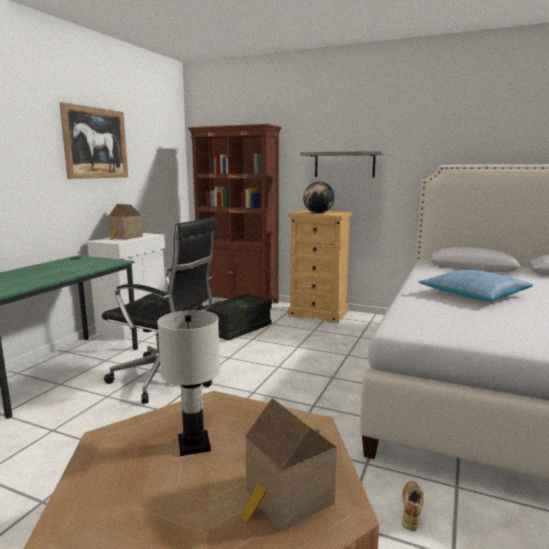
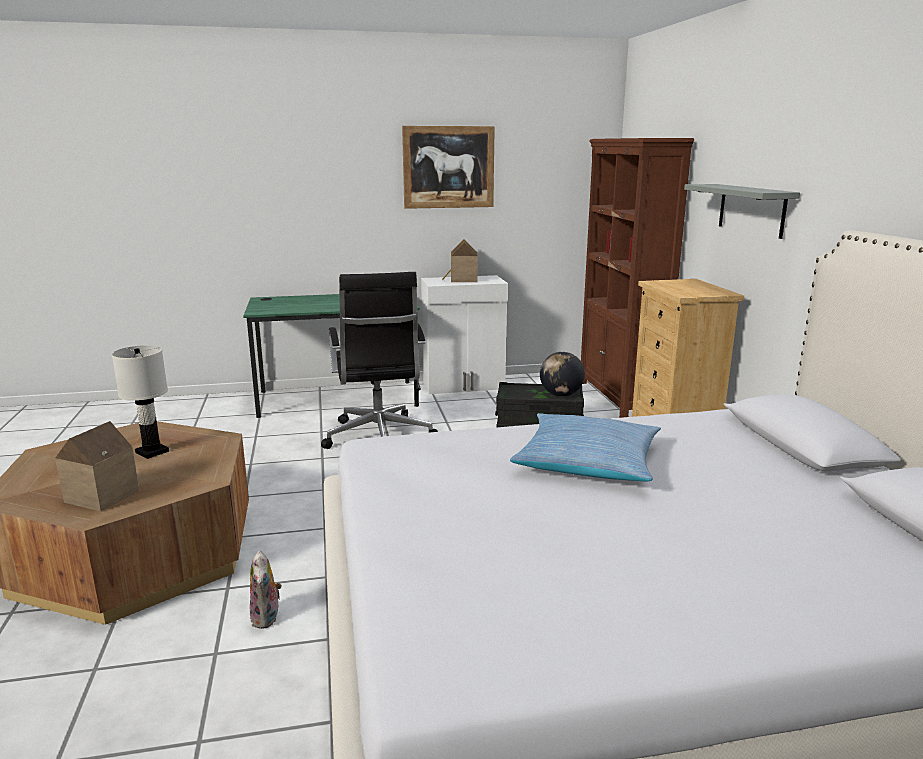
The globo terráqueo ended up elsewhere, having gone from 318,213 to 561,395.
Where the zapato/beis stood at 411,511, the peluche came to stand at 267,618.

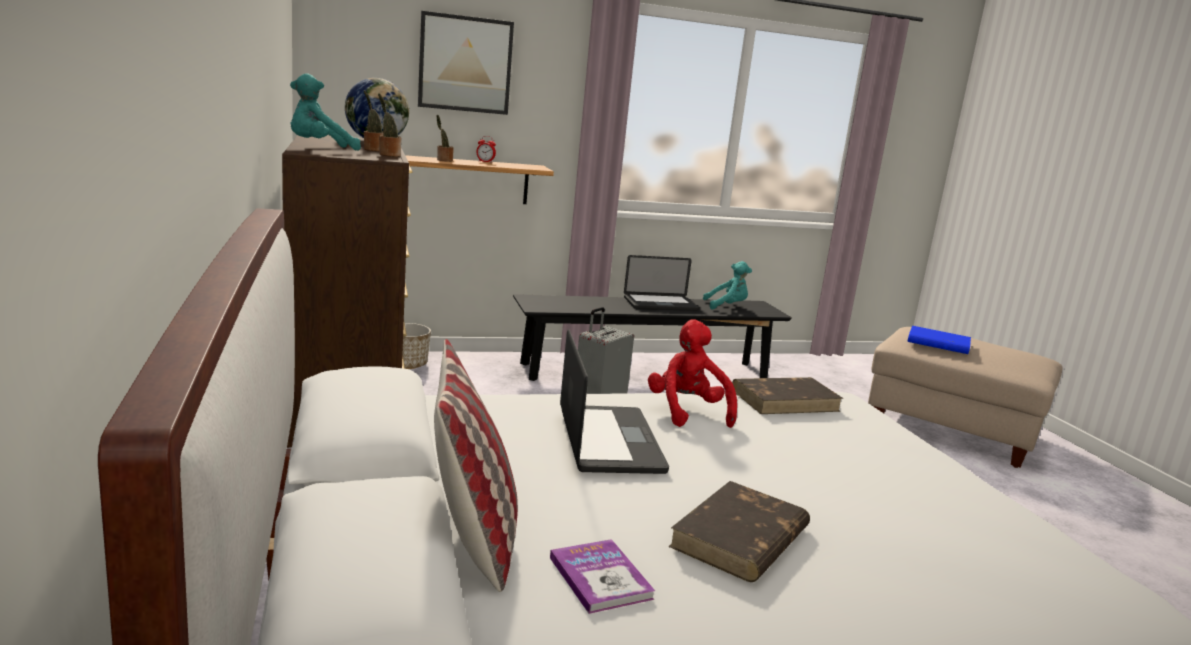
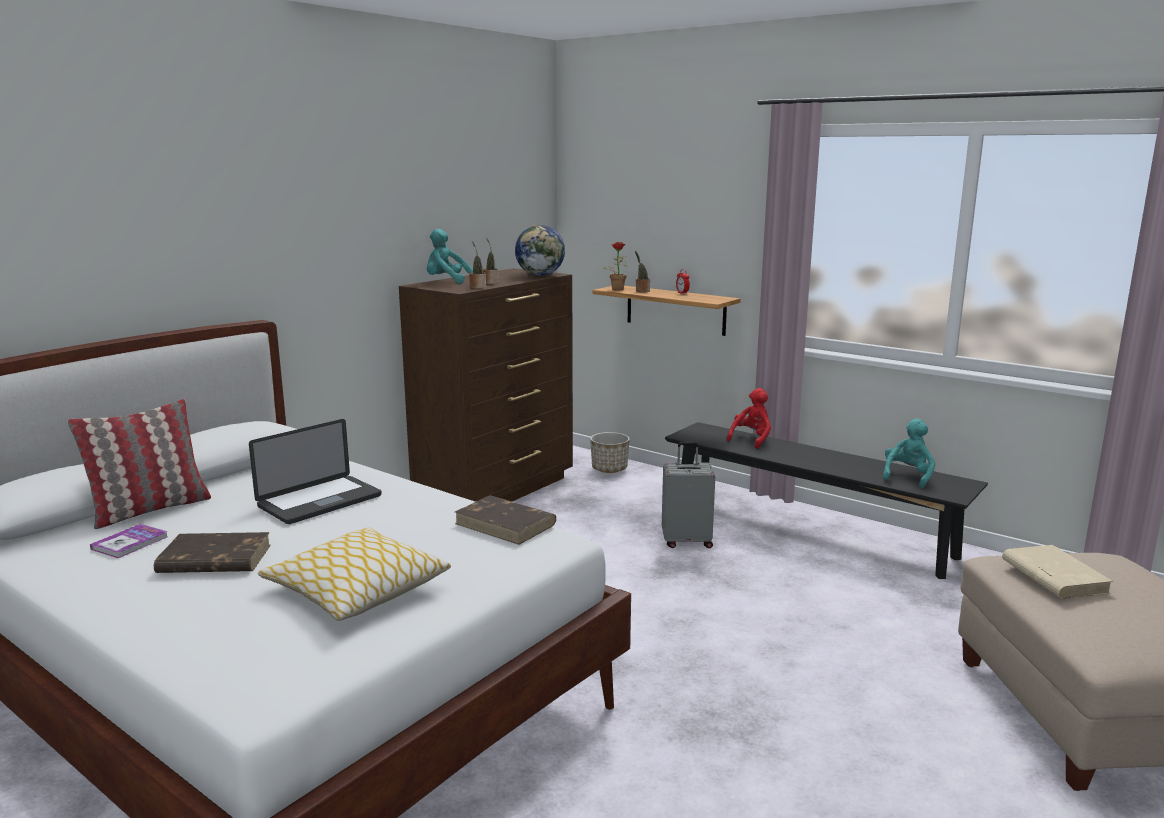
The second view lost the cuadro at 465,64.
The second view lost the portátil at 660,304.
The second view gained the cojín at 356,590.
The second view gained the planta en maceta at 617,289.
The peluche/rojo ended up elsewhere, having gone from 687,412 to 751,439.
What was the libro/azul at 937,344 turned into the libro/beis at 1053,576.
The peluche/turquesa at 727,306 ended up facing another way, 105 degrees counterclockwise from before.

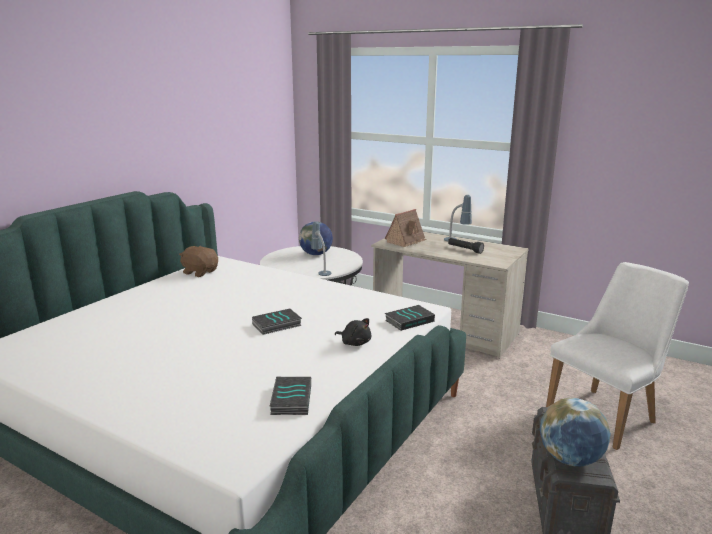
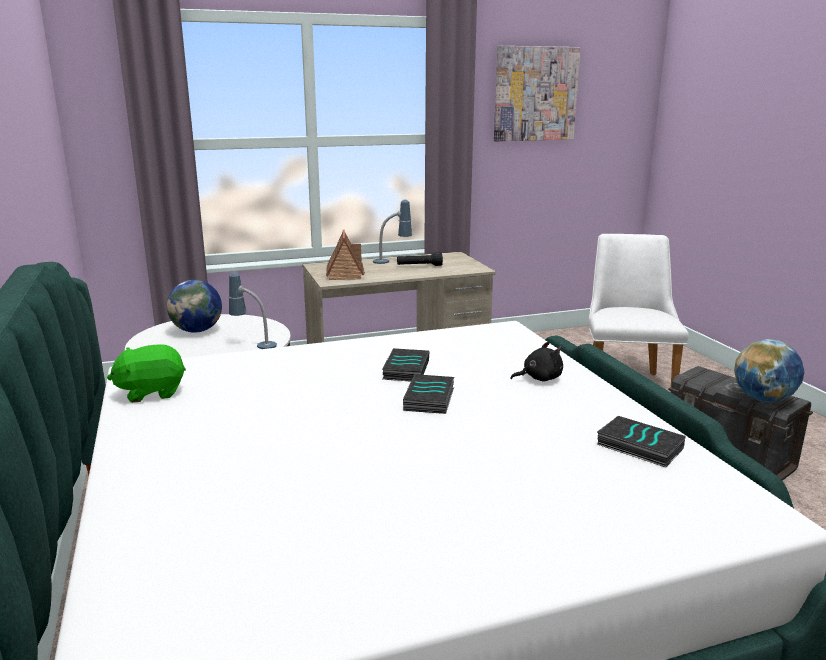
The second view gained the cuadro at 535,94.
The libro ended up elsewhere, having gone from 409,320 to 405,369.
What was the peluche/marrón at 200,272 turned into the peluche/verde at 151,392.

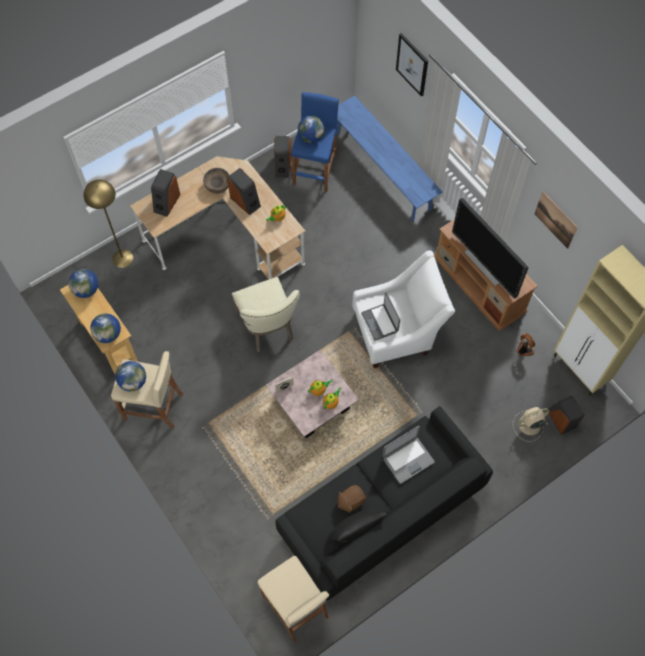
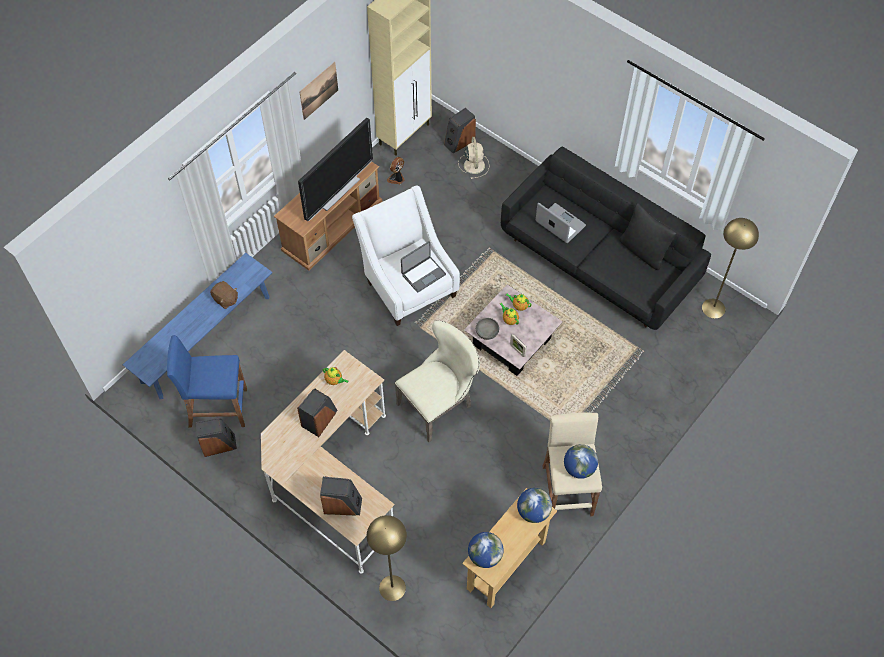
The second view lost the cuenco/marrón at 217,185.
The second view lost the globo terráqueo at 311,137.
The second view lost the cuadro at 412,64.
The second view gained the cuenco/gris at 487,332.
The peluche/marrón ended up elsewhere, having gone from 350,501 to 225,299.
Where the taburete/beis stood at 295,606, the lámpara de pie/amarillo came to stand at 713,308.
The ventilador/beis at 528,425 ended up facing another way, 150 degrees counterclockwise from before.

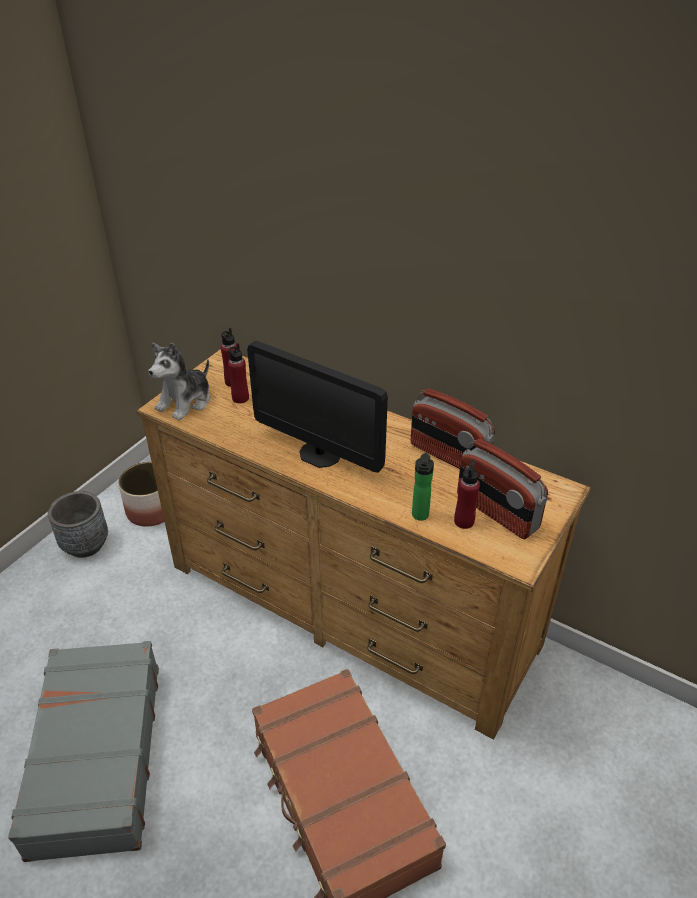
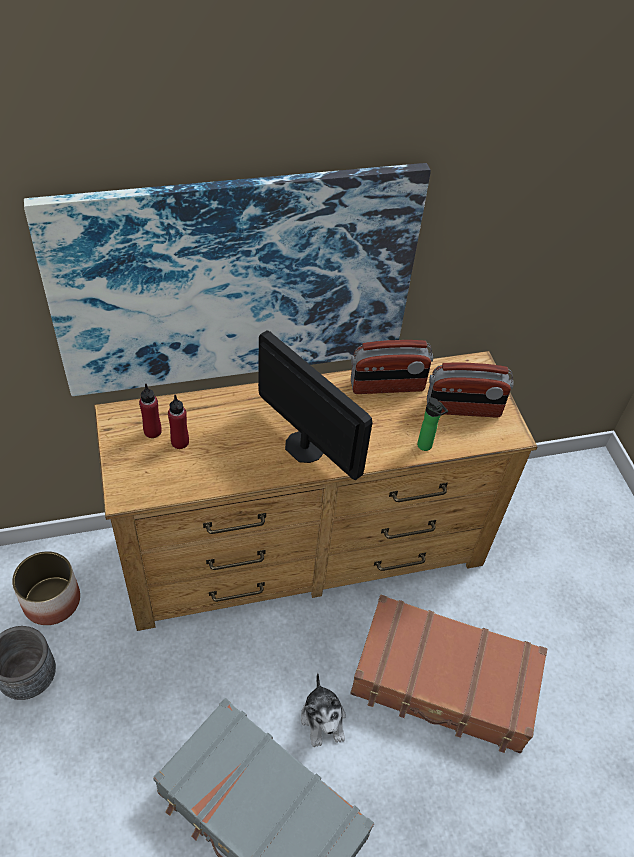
The second view lost the botella/rojo at 464,521.
The second view gained the cuadro at 236,282.
The peluche ended up elsewhere, having gone from 185,402 to 323,719.
The monitor at 320,454 ended up facing another way, 120 degrees counterclockwise from before.

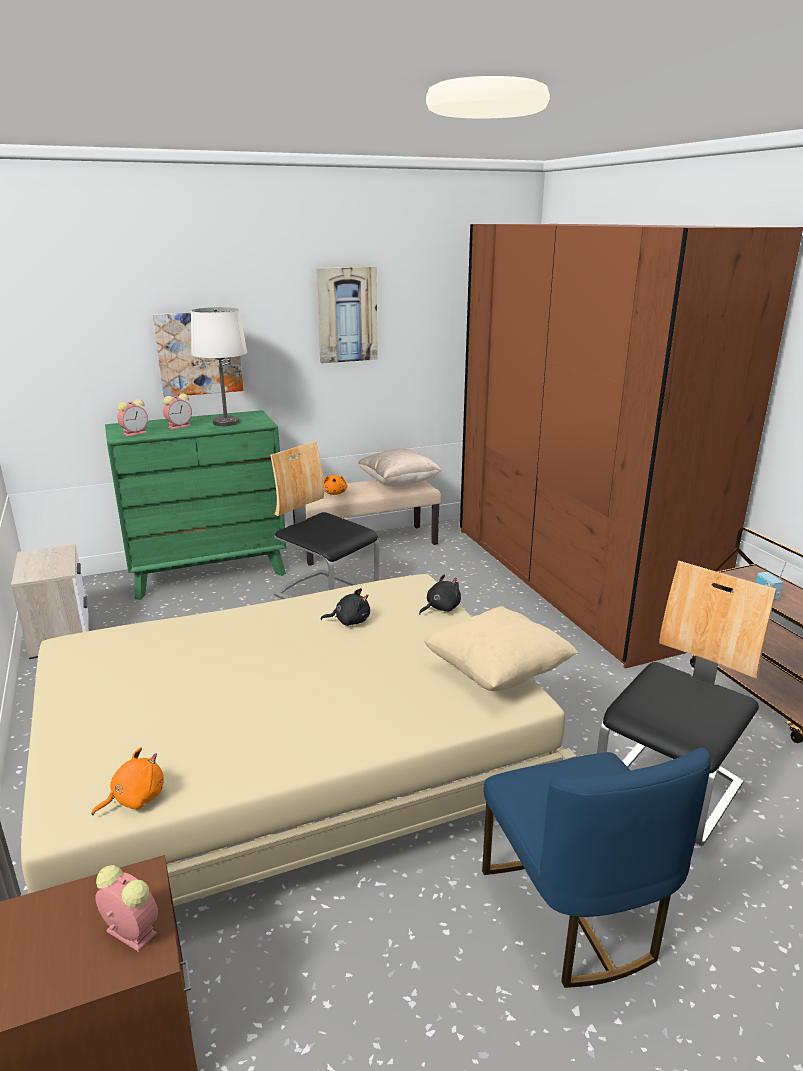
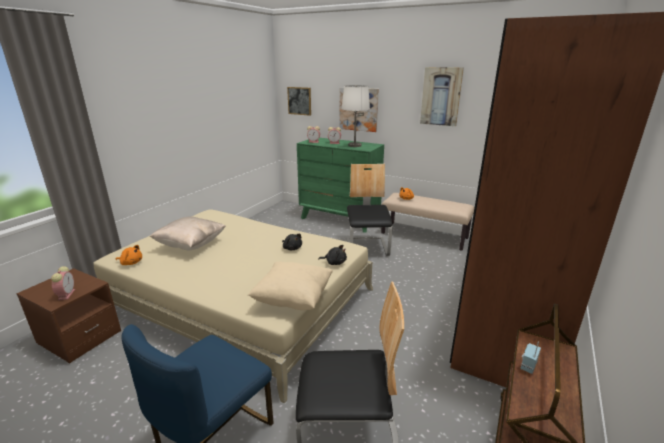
The second view lost the mesita de noche at 60,634.
The second view gained the cuadro at 299,101.
The cojín/beis ended up elsewhere, having gone from 398,483 to 191,245.

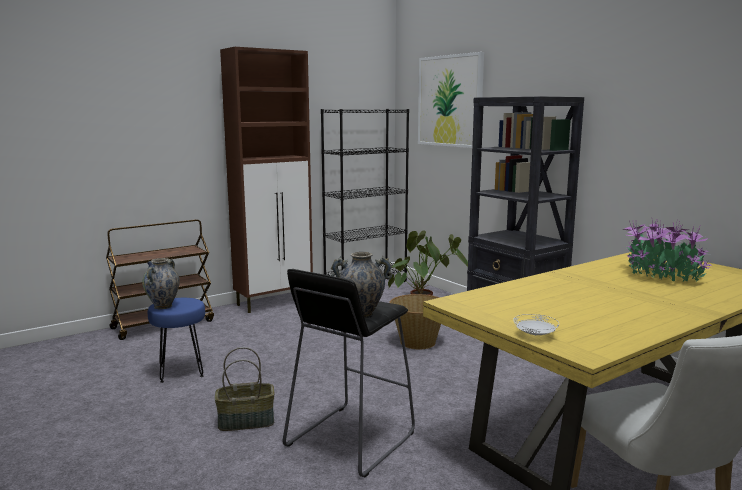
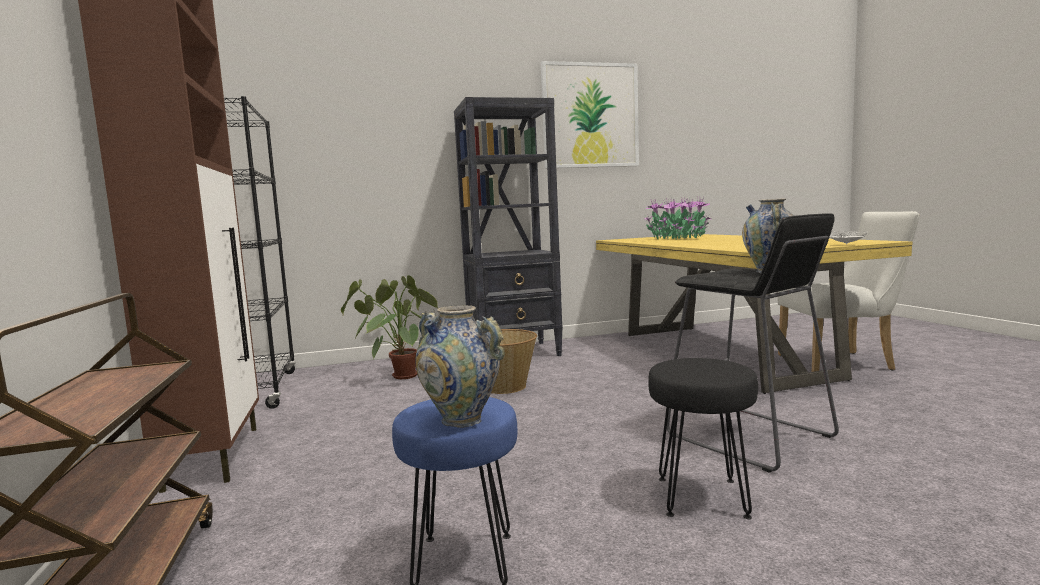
The cuadro ended up elsewhere, having gone from 450,101 to 590,116.
Where the cesta stood at 246,421, the taburete/negro came to stand at 700,496.

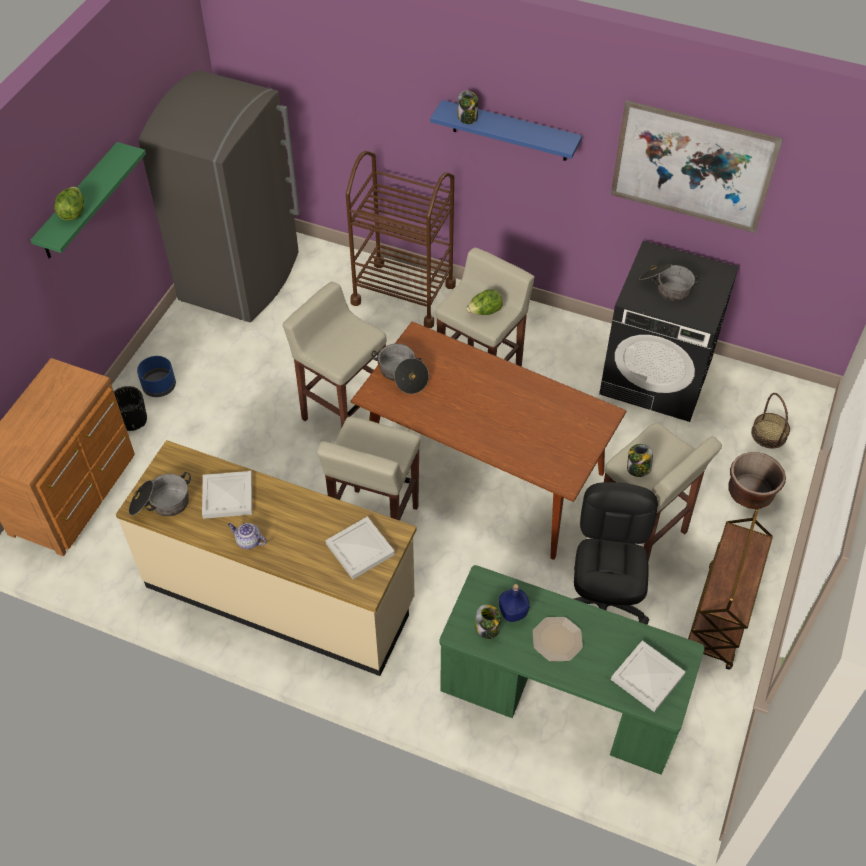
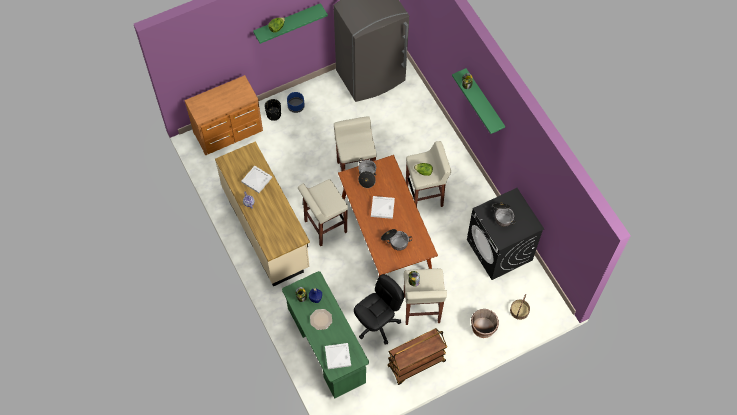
The second view lost the carrito/marrón at 403,294.
The second view lost the cuadro at 692,167.
The olla ended up elsewhere, having gone from 161,503 to 395,241.
The bandeja/blanco ended up elsewhere, having gone from 360,548 to 383,207.
What was the estante/azul at 510,131 turned into the estante/verde at 484,101.

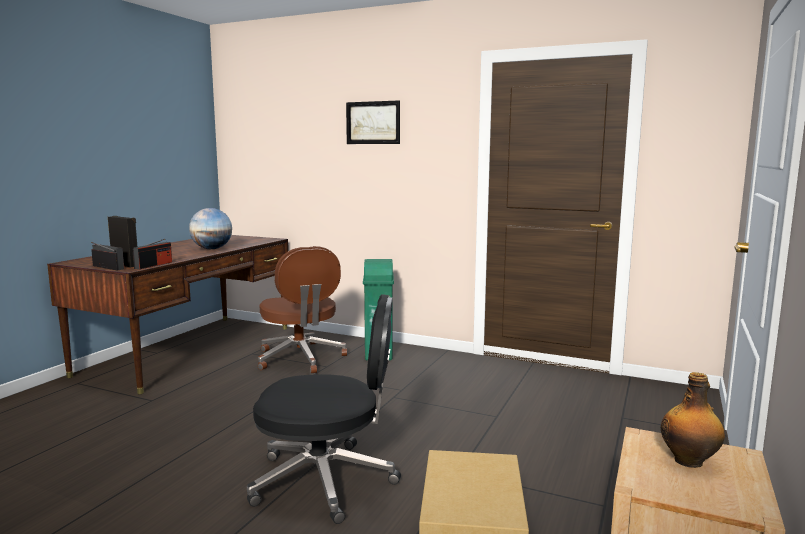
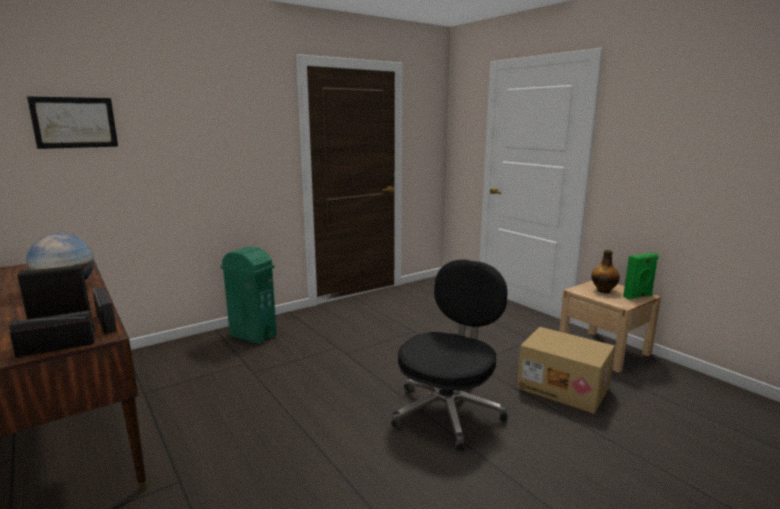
The second view lost the silla de oficina/marrón at 301,358.
The second view gained the altavoz/verde at 638,296.
The cuadro ended up elsewhere, having gone from 373,122 to 75,122.

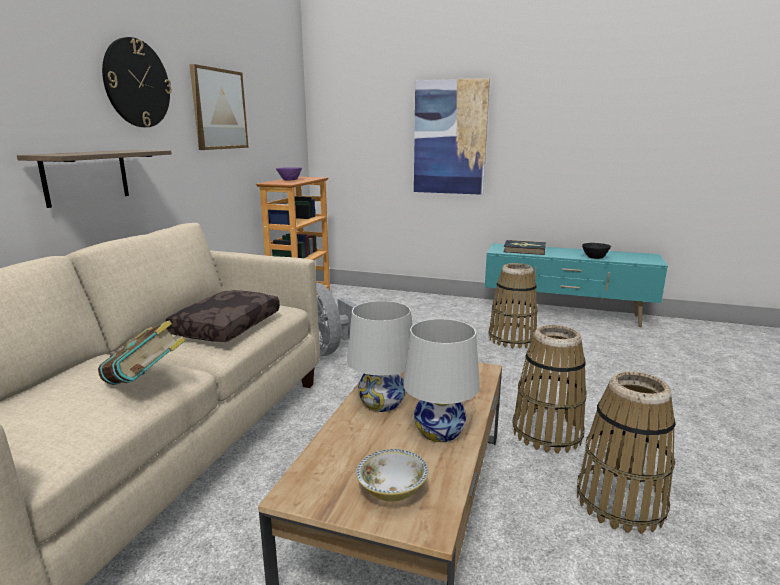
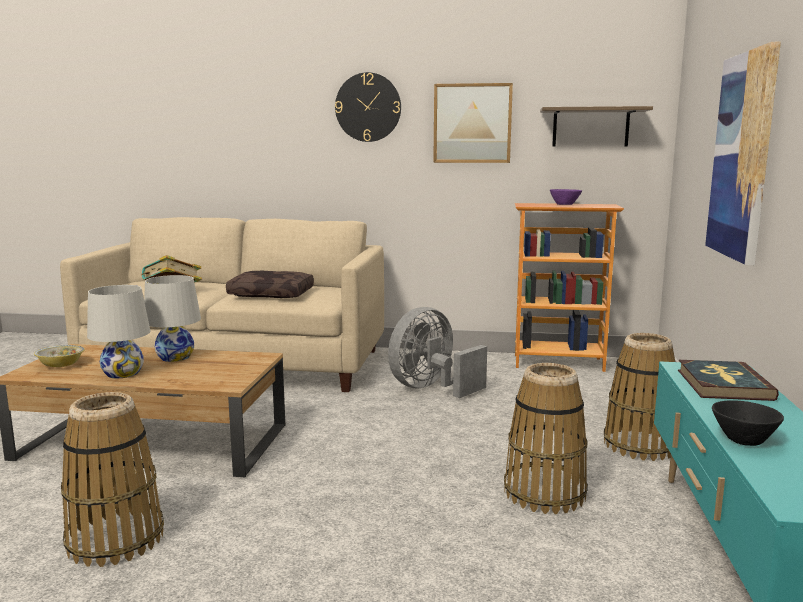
The estante ended up elsewhere, having gone from 86,177 to 590,127.
The cesta ended up elsewhere, having gone from 547,433 to 639,445.

